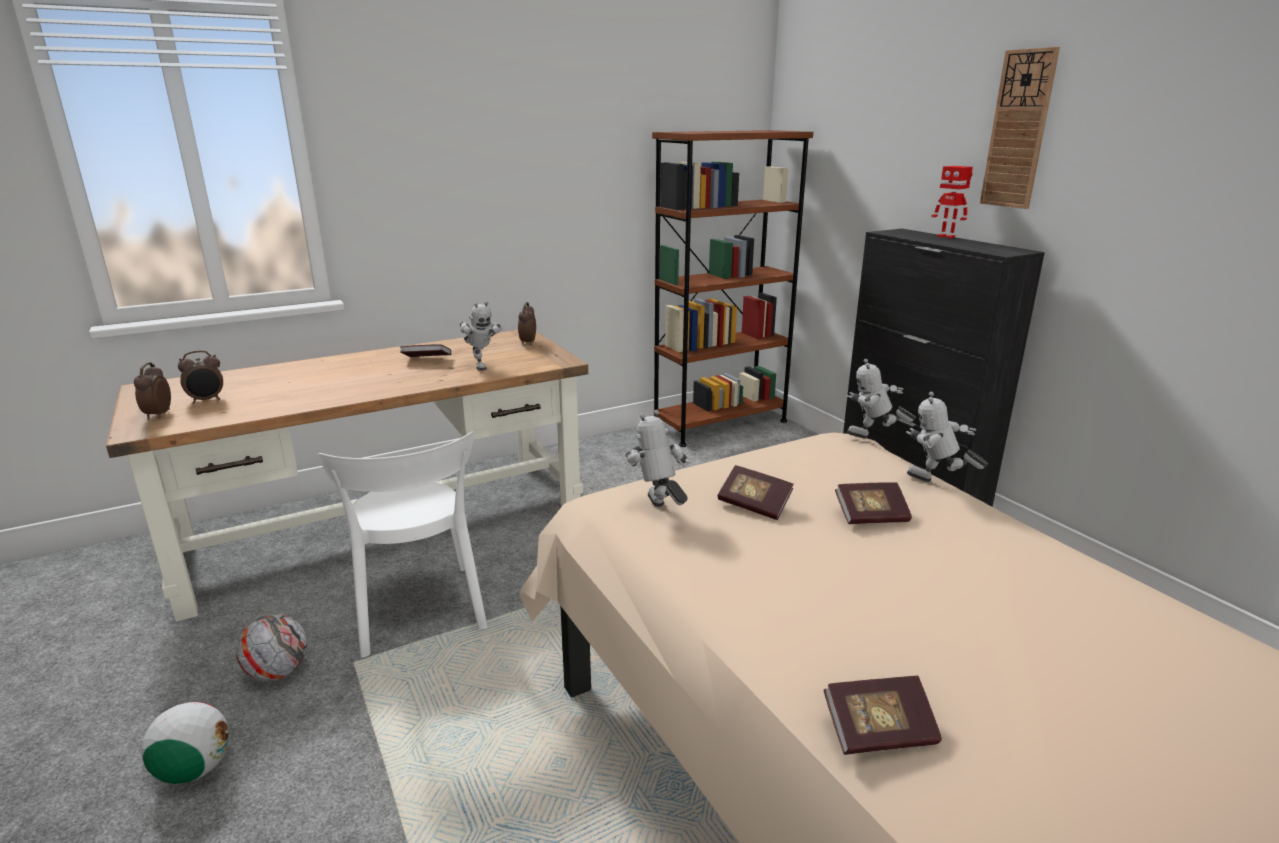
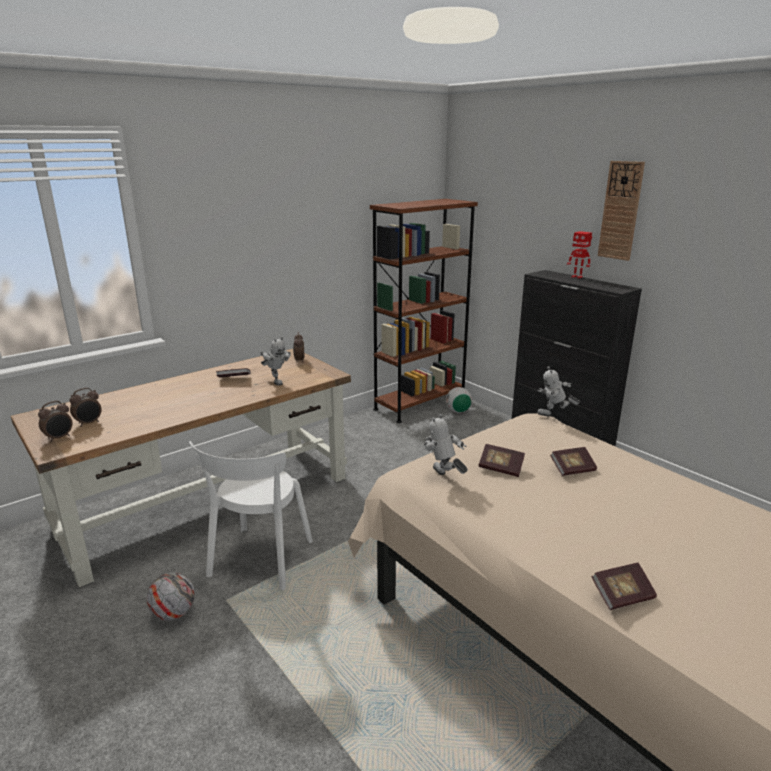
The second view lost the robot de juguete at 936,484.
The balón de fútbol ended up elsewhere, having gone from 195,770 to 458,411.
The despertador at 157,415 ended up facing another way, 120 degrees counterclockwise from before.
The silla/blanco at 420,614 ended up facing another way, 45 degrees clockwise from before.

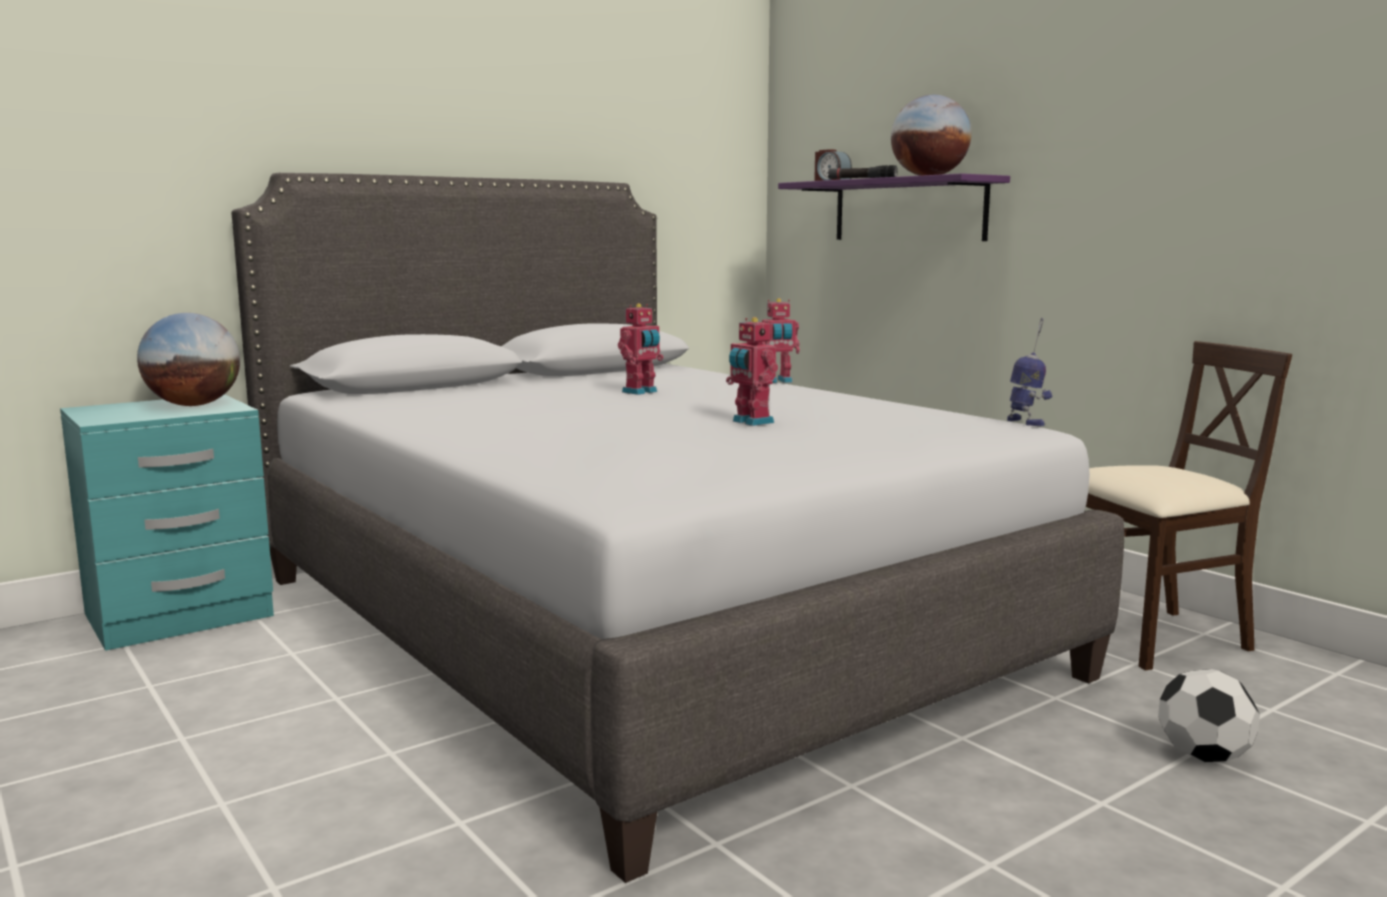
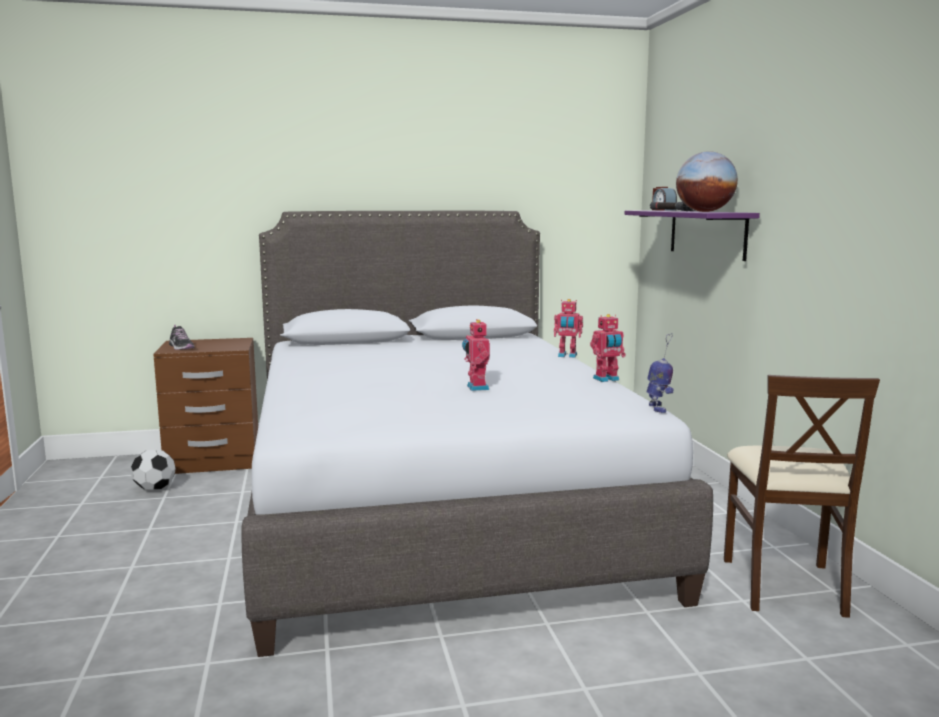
The second view lost the globo terráqueo at 194,405.
The second view gained the zapato at 181,347.
The robot de juguete ended up elsewhere, having gone from 641,392 to 607,379.
The balón de fútbol ended up elsewhere, having gone from 1203,756 to 155,489.
What was the mesita de noche/turquesa at 180,616 turned into the mesita de noche/marrón at 214,461.
The silla/beis at 1154,638 ended up facing another way, 90 degrees clockwise from before.

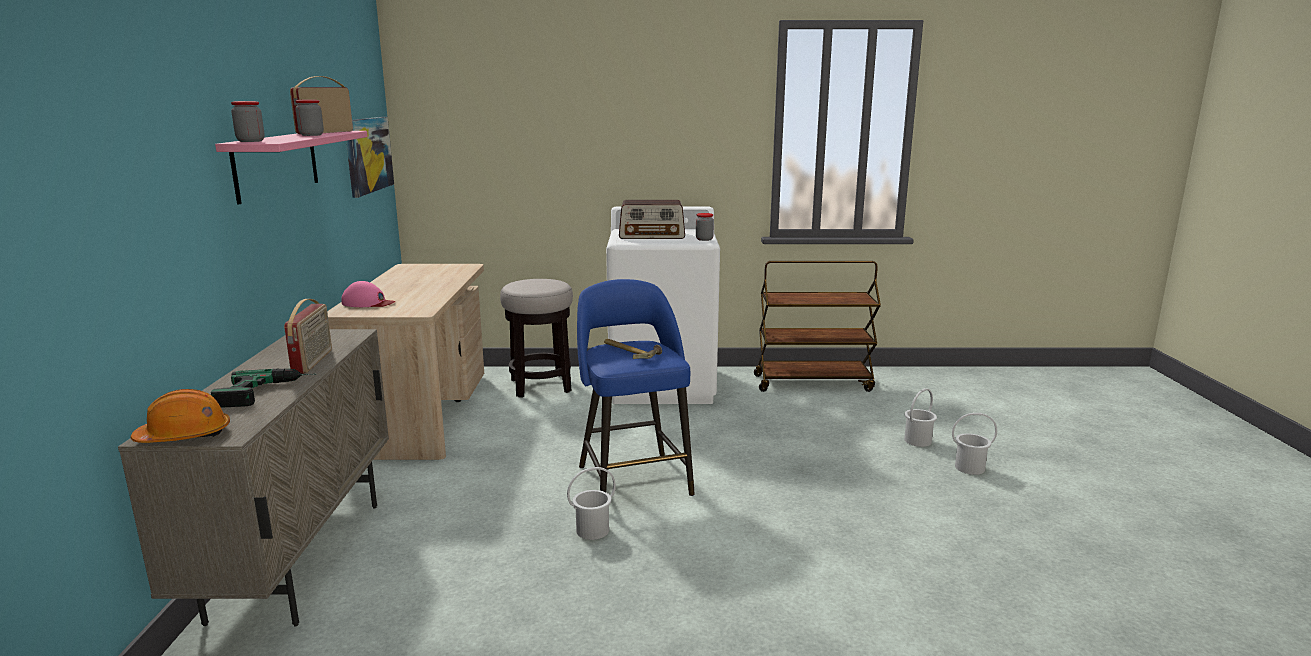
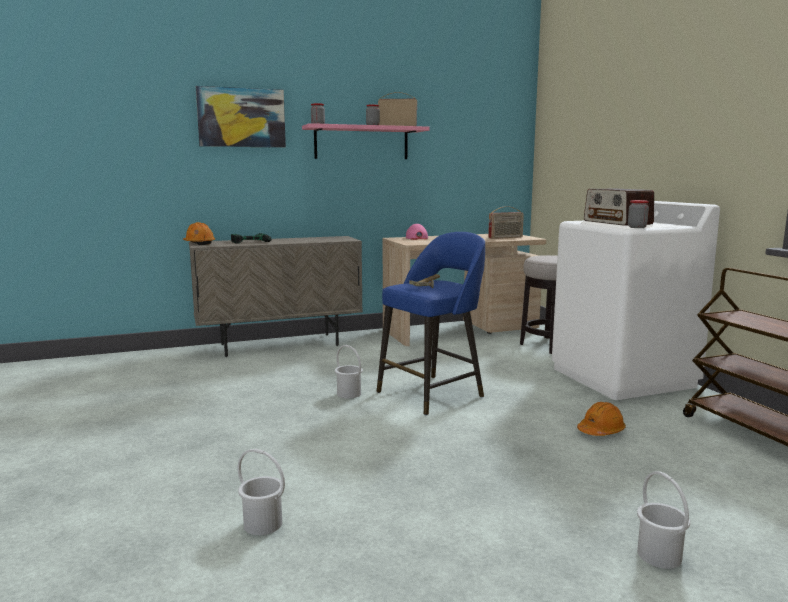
The second view gained the casco/naranja at 601,431.
The radio ended up elsewhere, having gone from 313,361 to 505,238.
The cuadro ended up elsewhere, having gone from 368,155 to 241,117.
The cubo/blanco ended up elsewhere, having gone from 918,441 to 263,524.

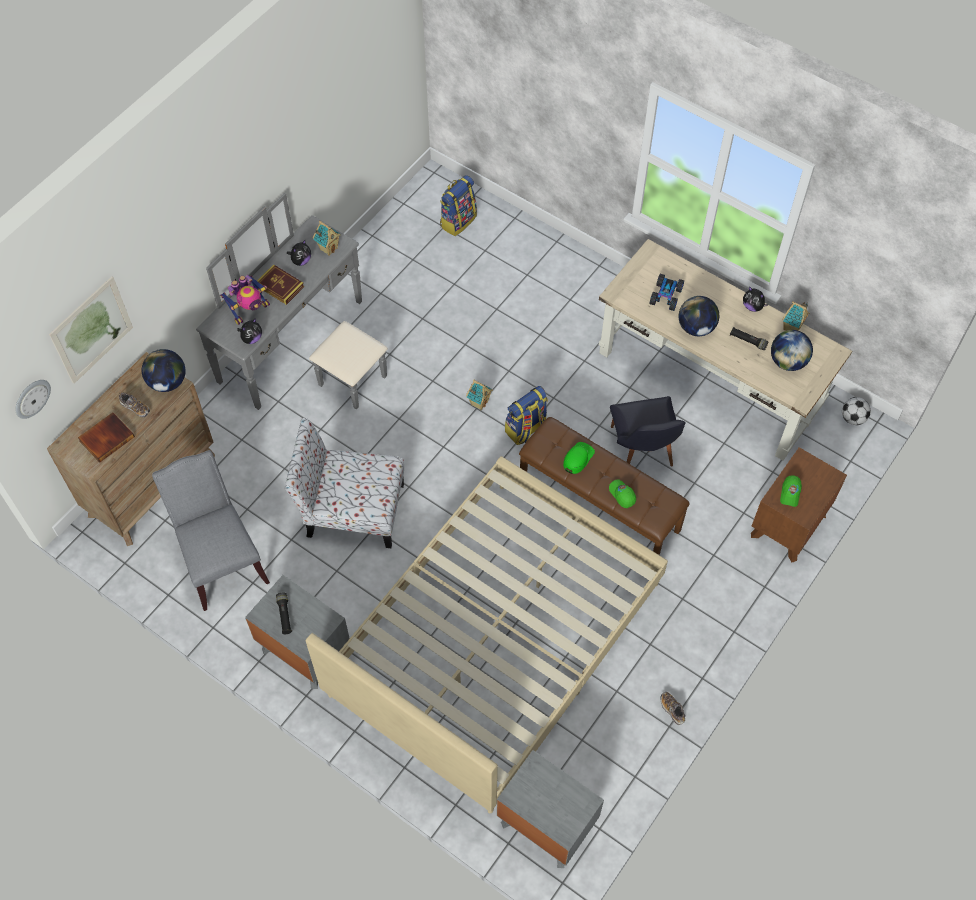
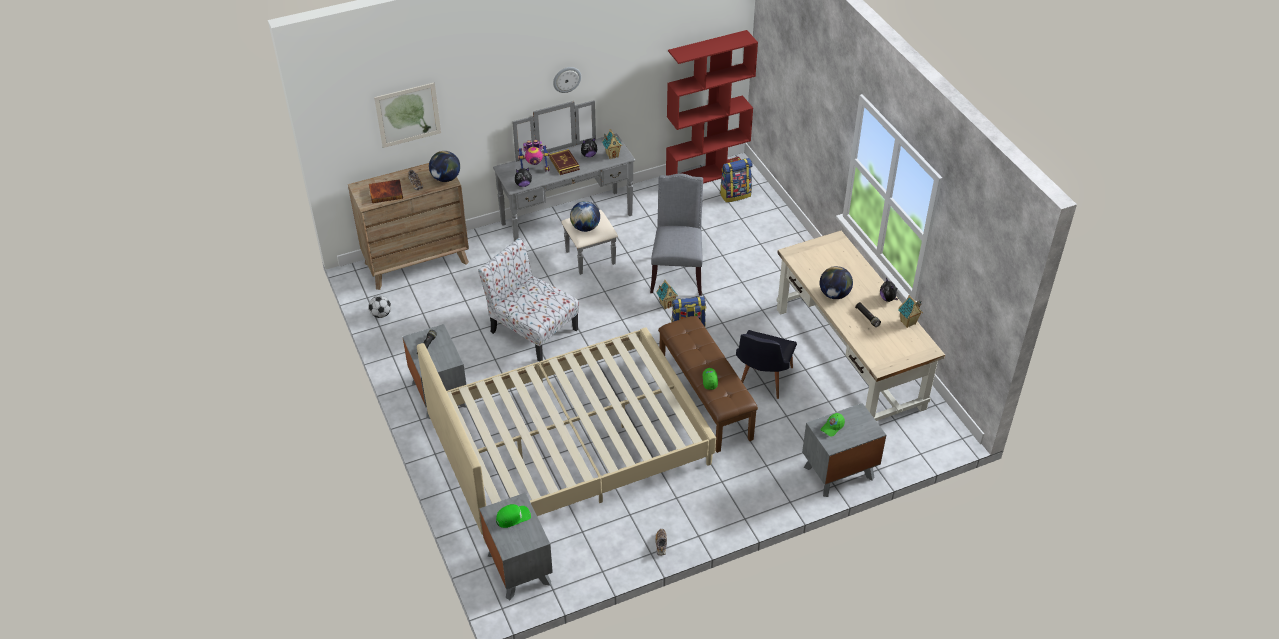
The second view lost the coche de juguete at 666,296.
The second view gained the estantería/rojo at 707,174.
The reloj de pared ended up elsewhere, having gone from 31,398 to 566,79.
The silla/gris ended up elsewhere, having gone from 221,561 to 677,272.
The gorra/verde ended up elsewhere, having gone from 578,458 to 513,517.
The globo terráqueo ended up elsewhere, having gone from 787,361 to 585,228.
The balón de fútbol ended up elsewhere, having gone from 853,418 to 381,314.
What was the mesita de noche/marrón at 788,525 turned into the mesita de noche/gris at 838,472.

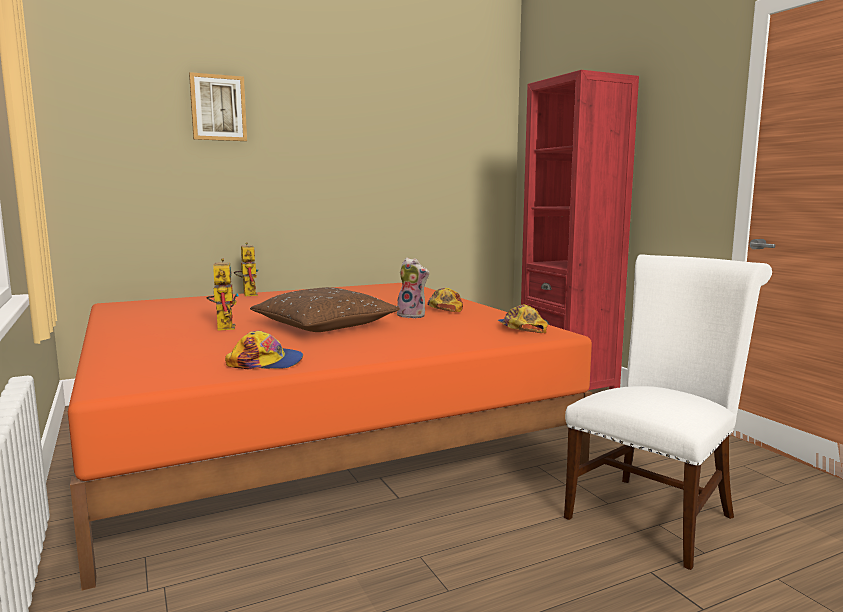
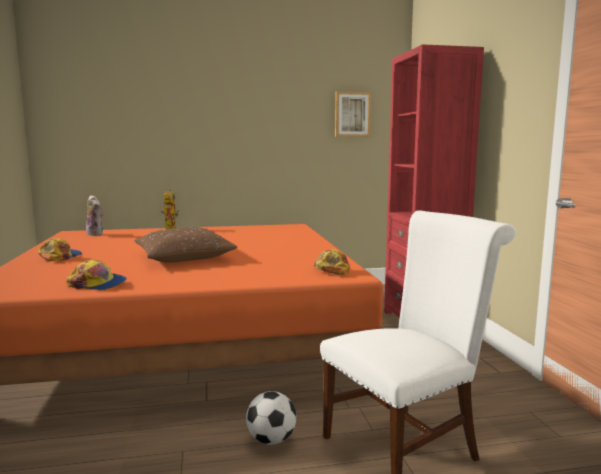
The second view lost the robot de juguete at 223,326.
The second view gained the balón de fútbol at 271,440.
The cuadro ended up elsewhere, having gone from 218,108 to 352,114.
The peluche ended up elsewhere, having gone from 413,315 to 96,234.
The gorra ended up elsewhere, having gone from 445,308 to 60,257.

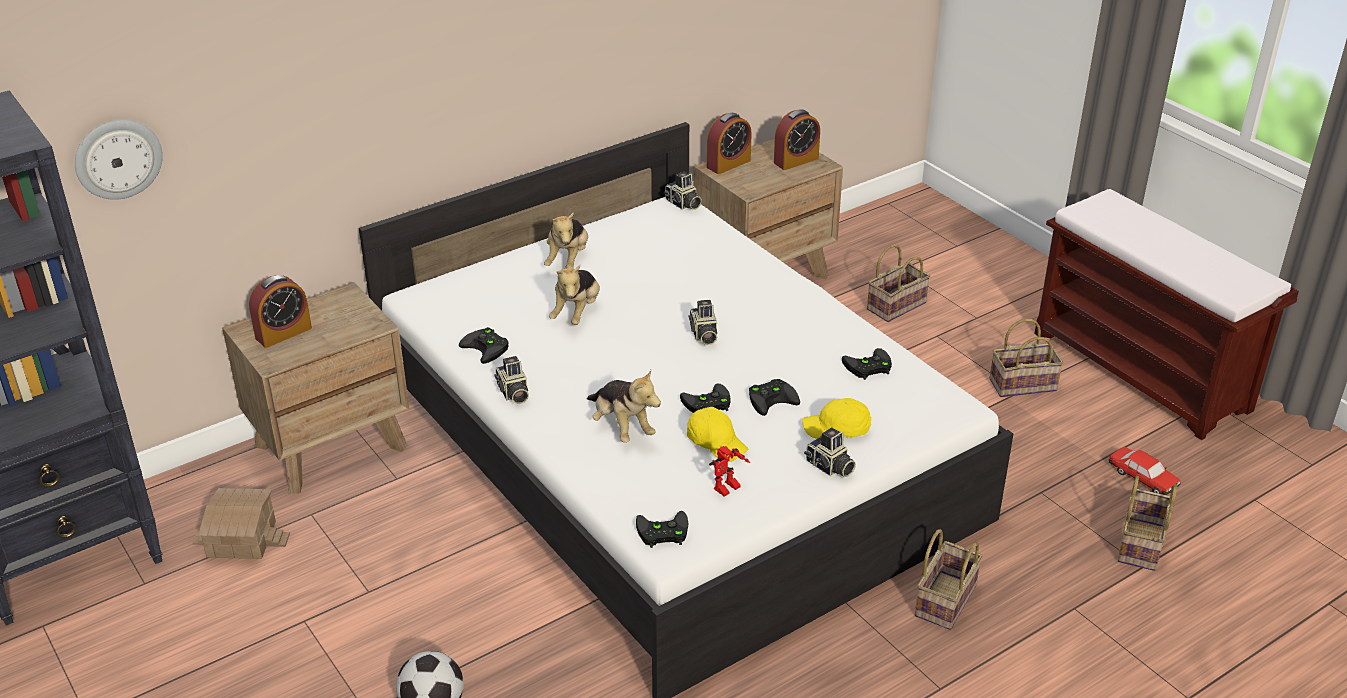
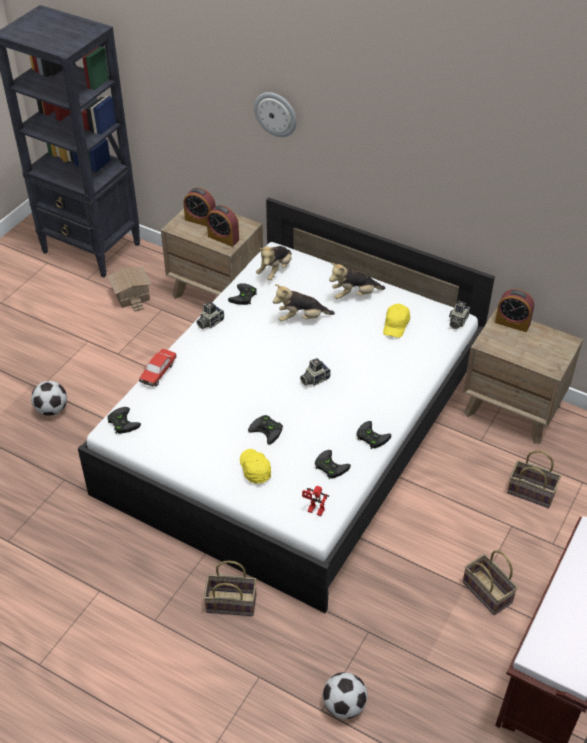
The second view lost the cámara at 829,467.
The reloj de pared ended up elsewhere, having gone from 118,158 to 276,114.
The peluche ended up elsewhere, having gone from 621,427 to 275,271.
The mando de consola/negro ended up elsewhere, having gone from 706,404 to 370,437.
The gorra/amarillo ended up elsewhere, having gone from 716,443 to 396,325.
The robot de juguete ended up elsewhere, having gone from 728,490 to 314,511.
The despertador ended up elsewhere, having gone from 796,160 to 223,238.
The coche de juguete ended up elsewhere, having gone from 1142,478 to 158,372.
Where the cesta stood at 1141,546, the balón de fútbol came to stand at 344,706.

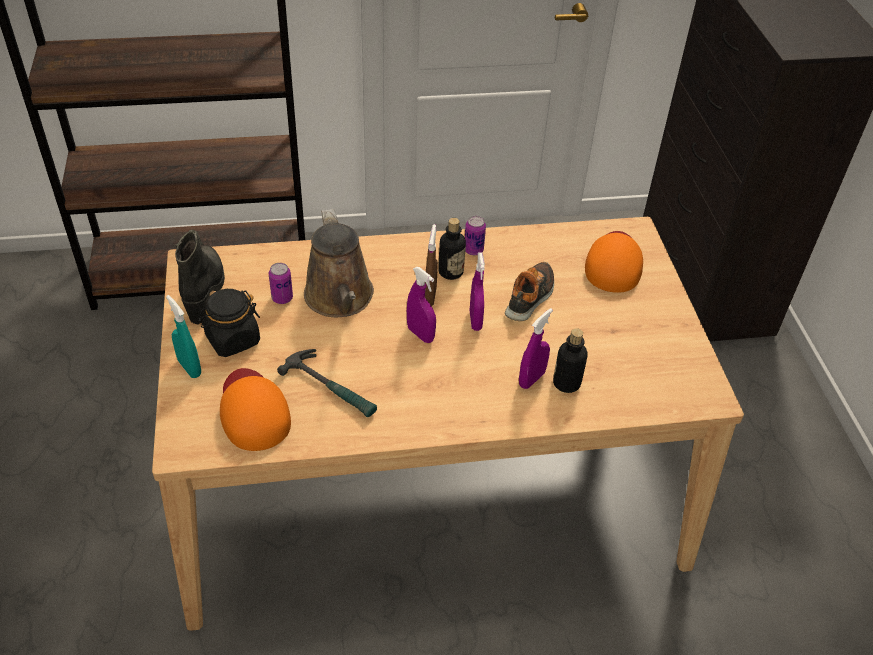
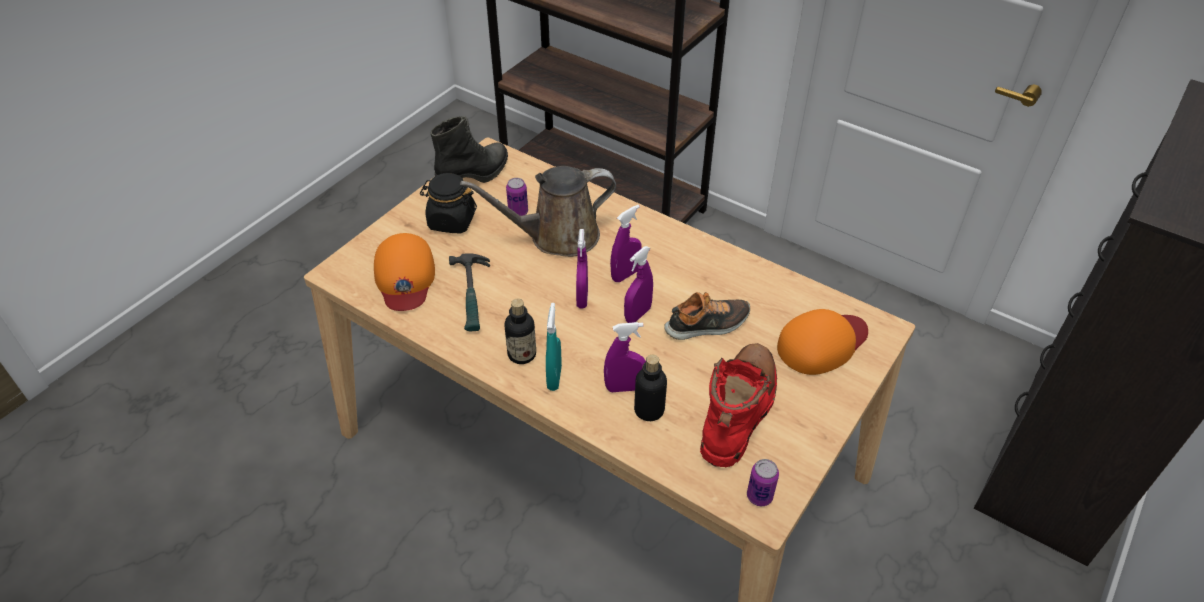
The second view gained the bota/rojo at 738,412.
The pulverizador/turquesa ended up elsewhere, having gone from 189,368 to 554,378.
The botella ended up elsewhere, having gone from 450,272 to 522,354.
The lata ended up elsewhere, having gone from 473,250 to 759,496.
What was the pulverizador/marrón at 430,296 turned into the pulverizador/morado at 625,275.
The gorra/naranja at 253,411 ended up facing another way, 150 degrees clockwise from before.
The regadera/marrón at 340,298 ended up facing another way, 45 degrees clockwise from before.

